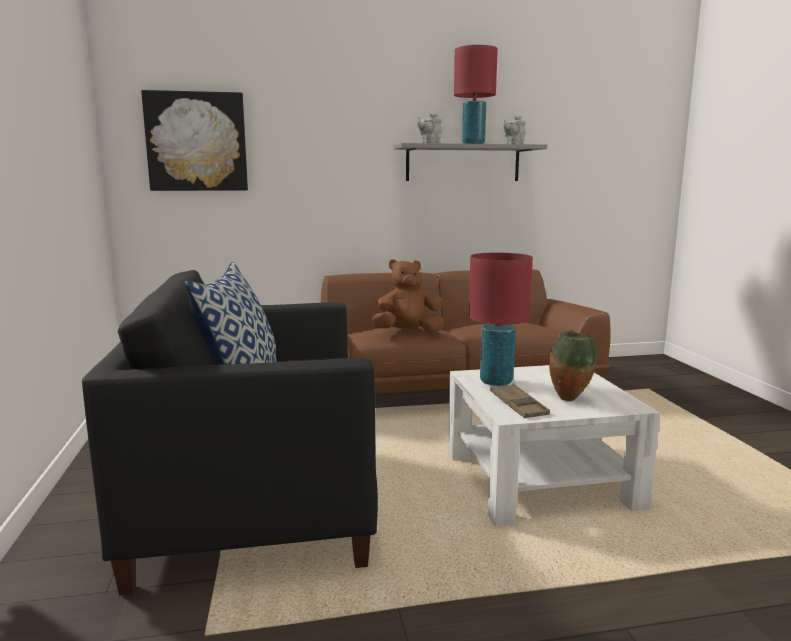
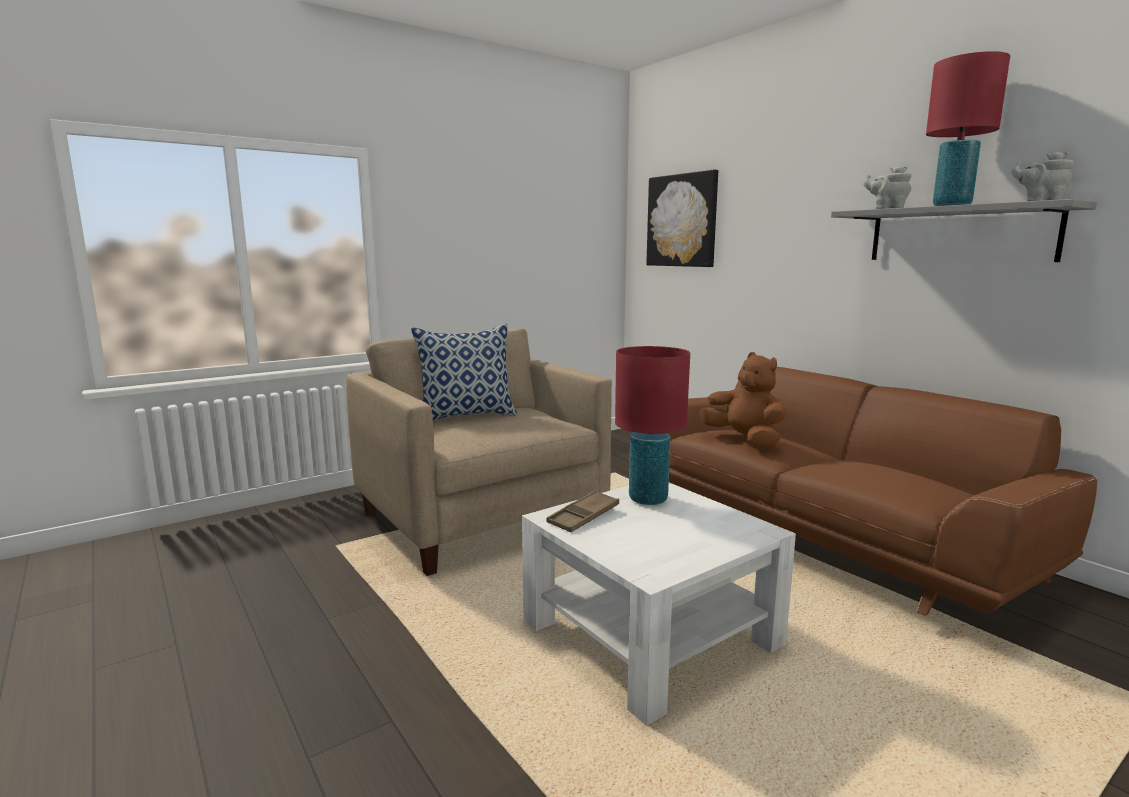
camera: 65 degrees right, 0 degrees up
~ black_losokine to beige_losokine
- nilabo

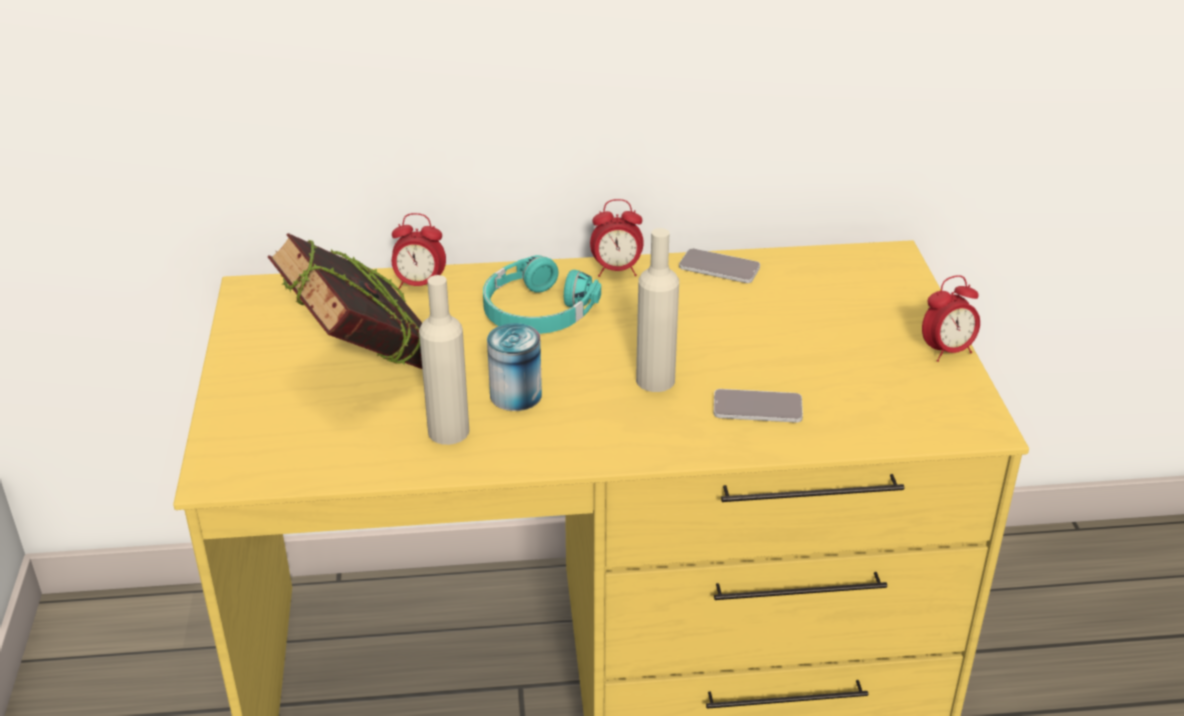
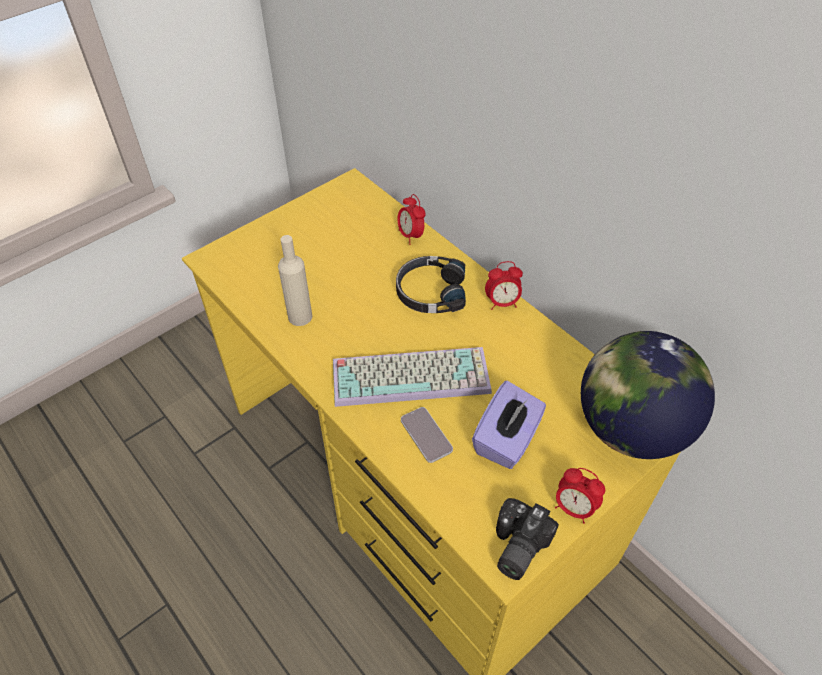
camera: 55 degrees right, 15 degrees up
~ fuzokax (2nd from left) 60 degrees counterclockwise
~ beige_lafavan (2nd from left) to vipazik
- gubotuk
- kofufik (1st from left)
~ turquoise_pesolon to black_pesolon
- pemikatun
+ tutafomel
+ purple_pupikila
+ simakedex

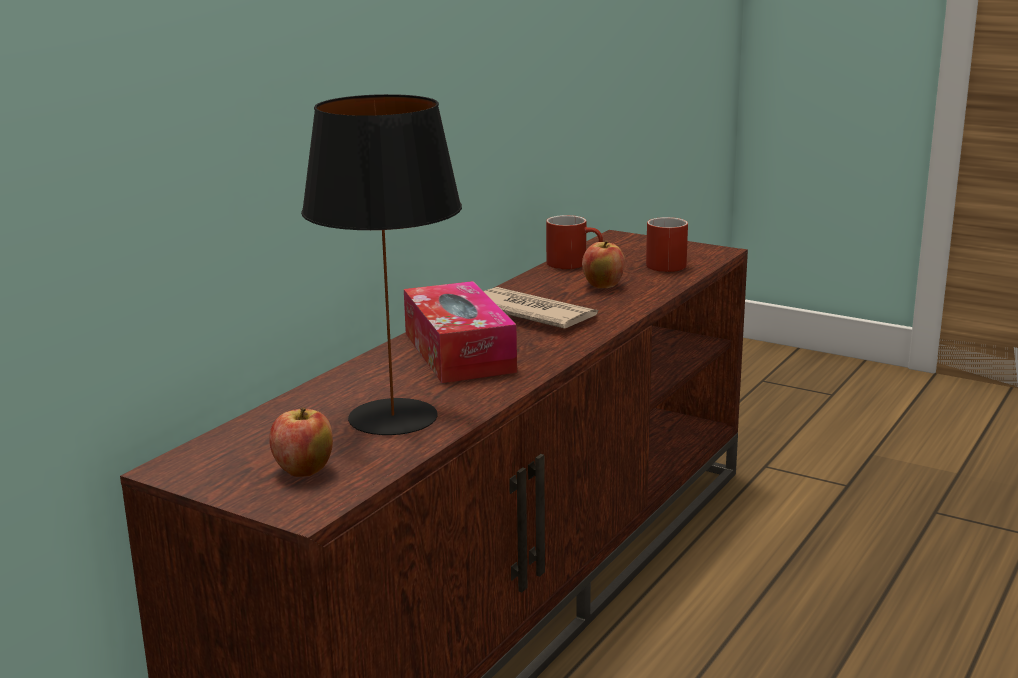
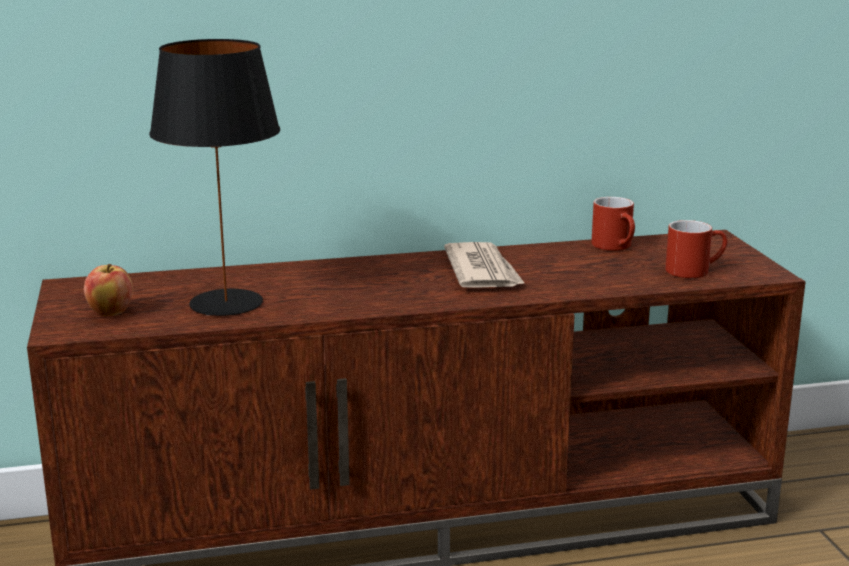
camera: 45 degrees right, 0 degrees up
- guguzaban (2nd from left)
- pupikila

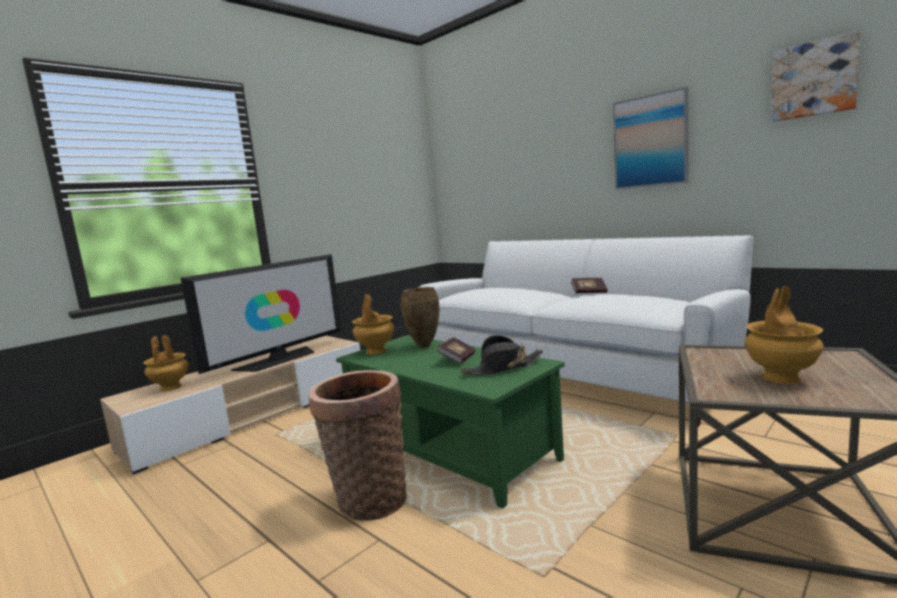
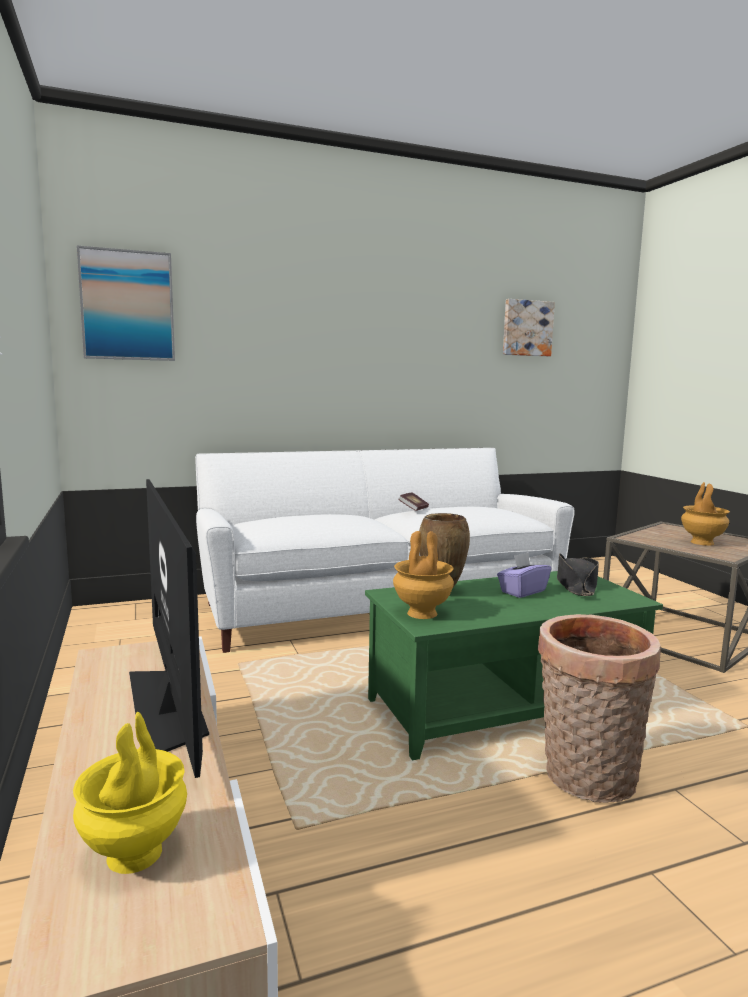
camera: 65 degrees left, 0 degrees up
~ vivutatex (1st from left)
~ brown_nilabo (1st from left) to yellow_nilabo
~ gubotuk (1st from left) to purple_pupikila

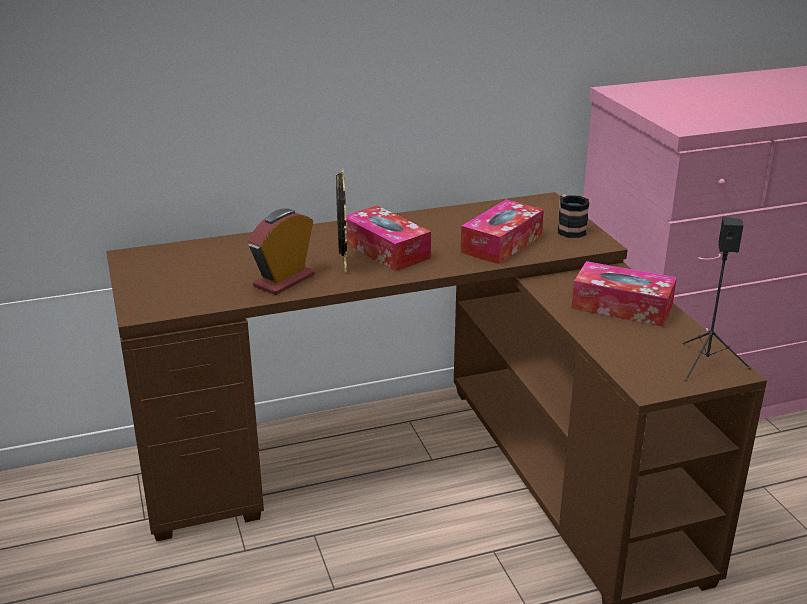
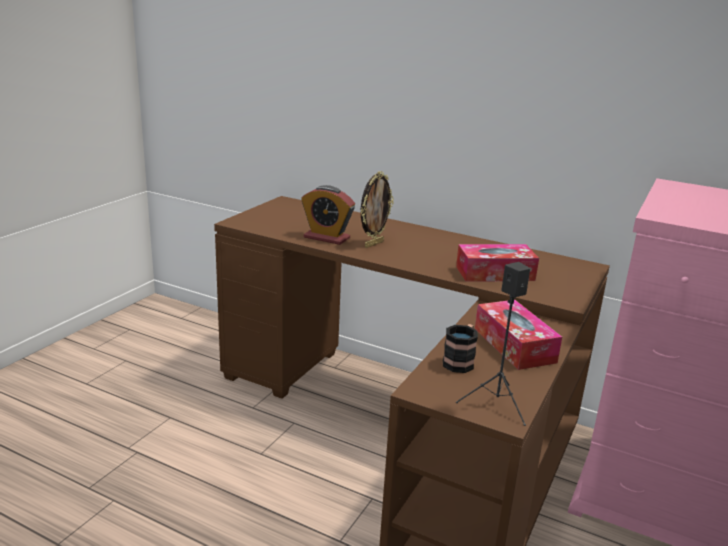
camera: 45 degrees right, 5 degrees down
~ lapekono
- pupikila (1st from left)
~ fuzokax 150 degrees counterclockwise

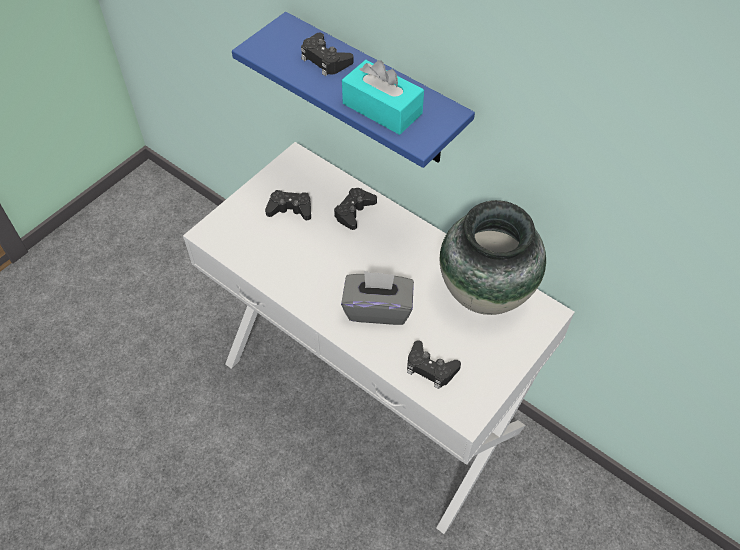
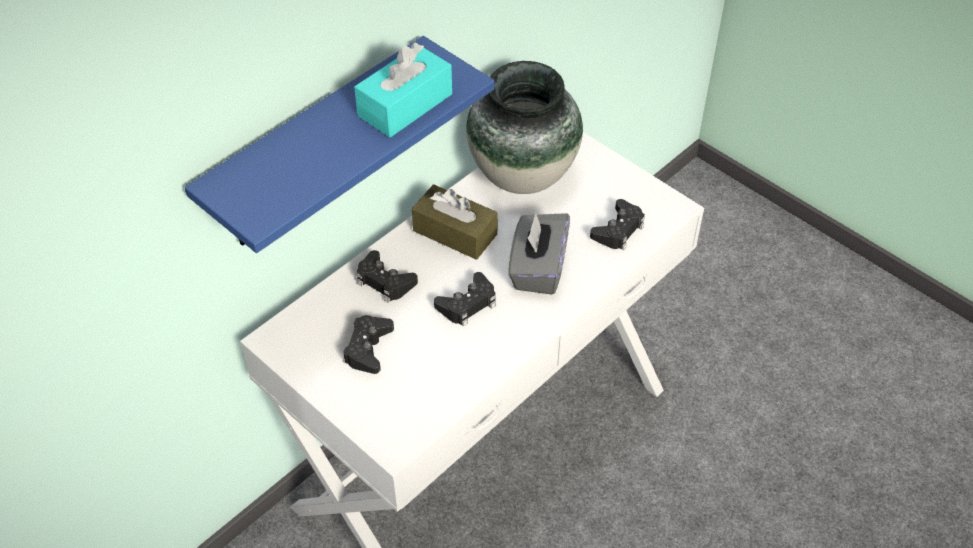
camera: 85 degrees left, 5 degrees down
~ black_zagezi (2nd from left in the first image) to black_zagezi (3rd from left)
+ brown_pupikila

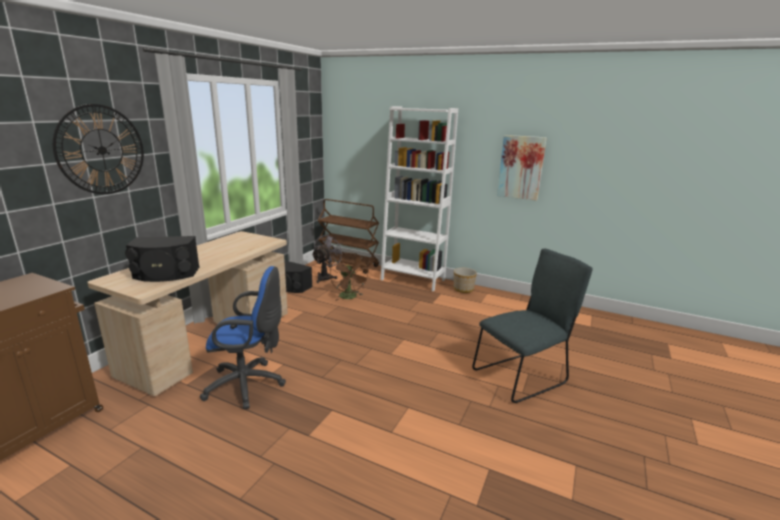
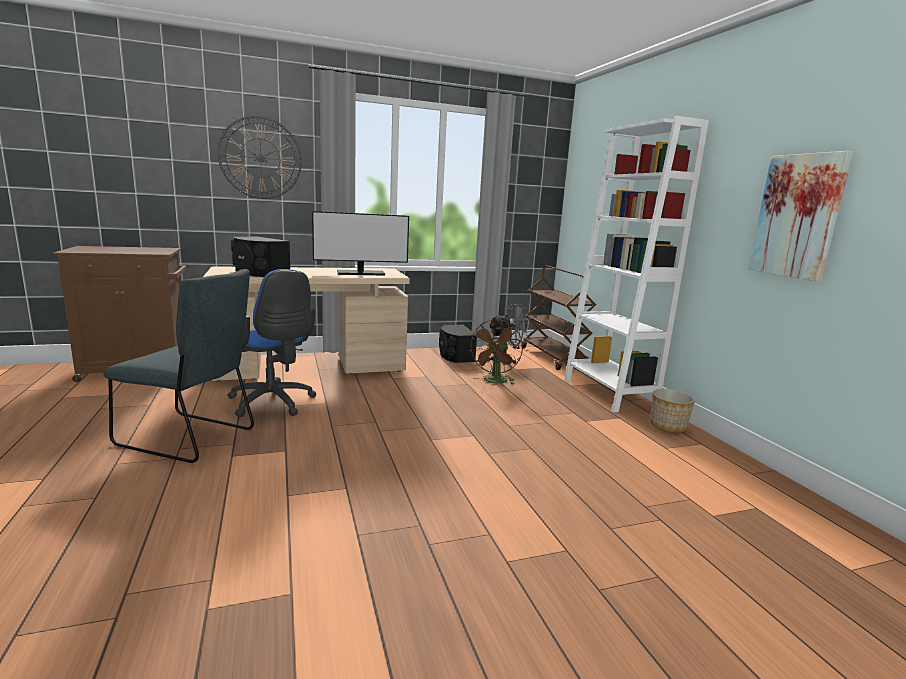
camera: 45 degrees right, 5 degrees down
~ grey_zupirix
+ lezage

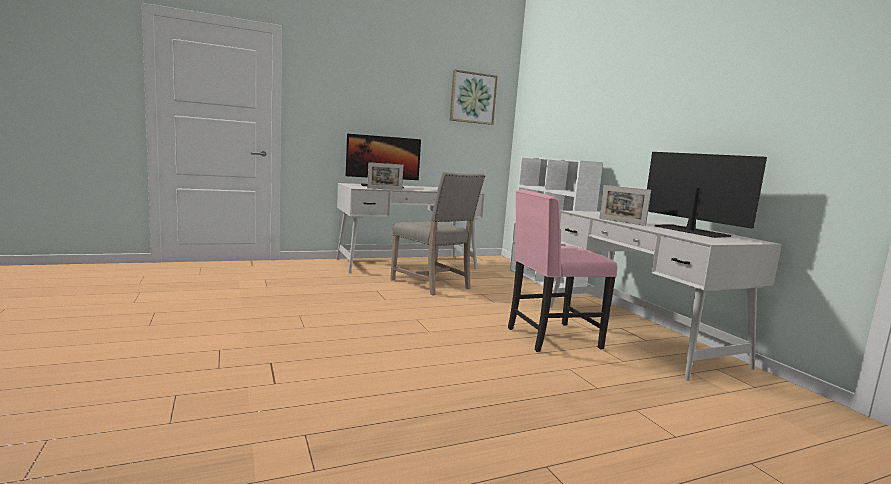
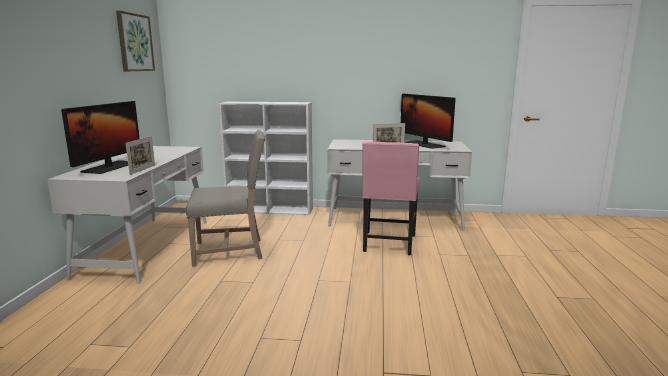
camera: 60 degrees left, 5 degrees up
~ lezage (2nd from left) 120 degrees counterclockwise

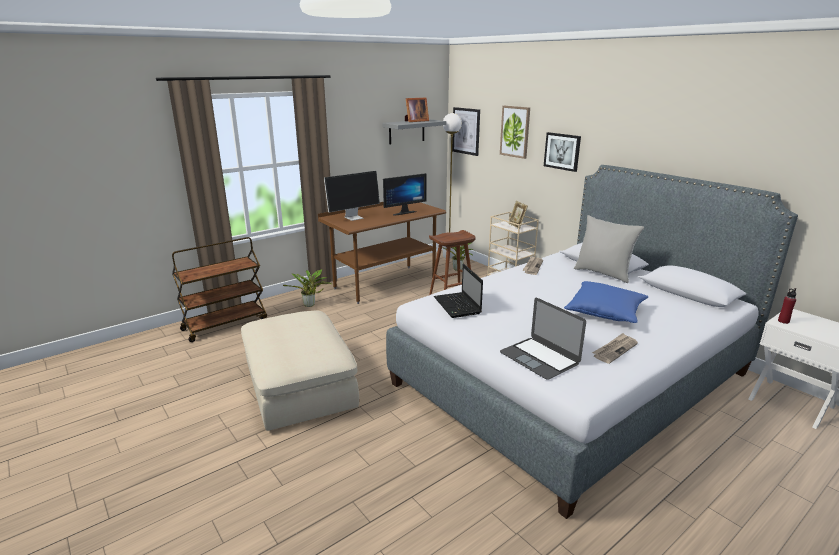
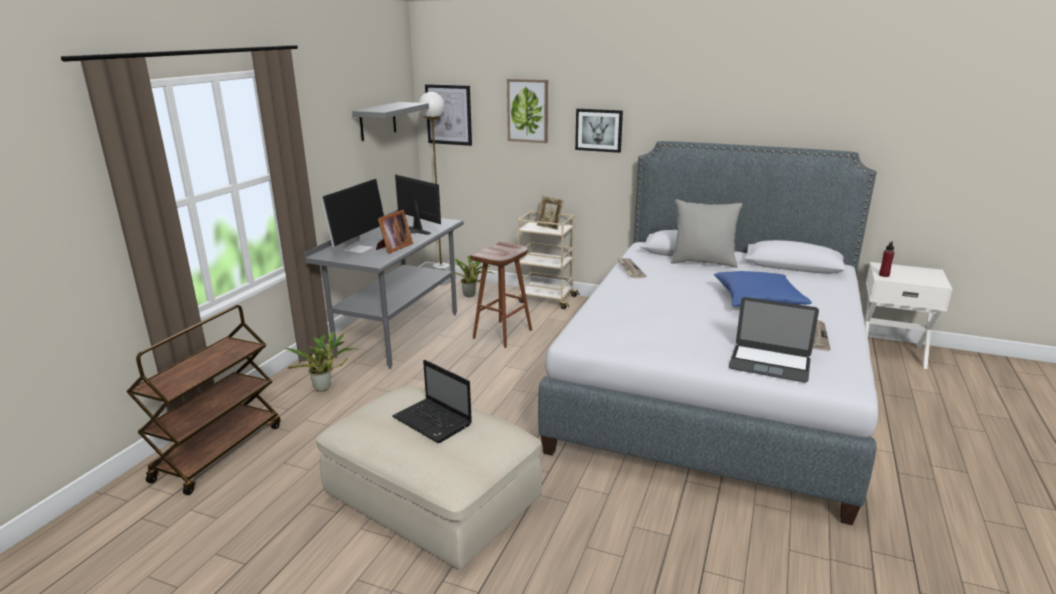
camera: 30 degrees left, 0 degrees up
~ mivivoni (1st from left)
~ lezage (2nd from left) 75 degrees counterclockwise
~ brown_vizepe to grey_vizepe
~ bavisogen (1st from left)

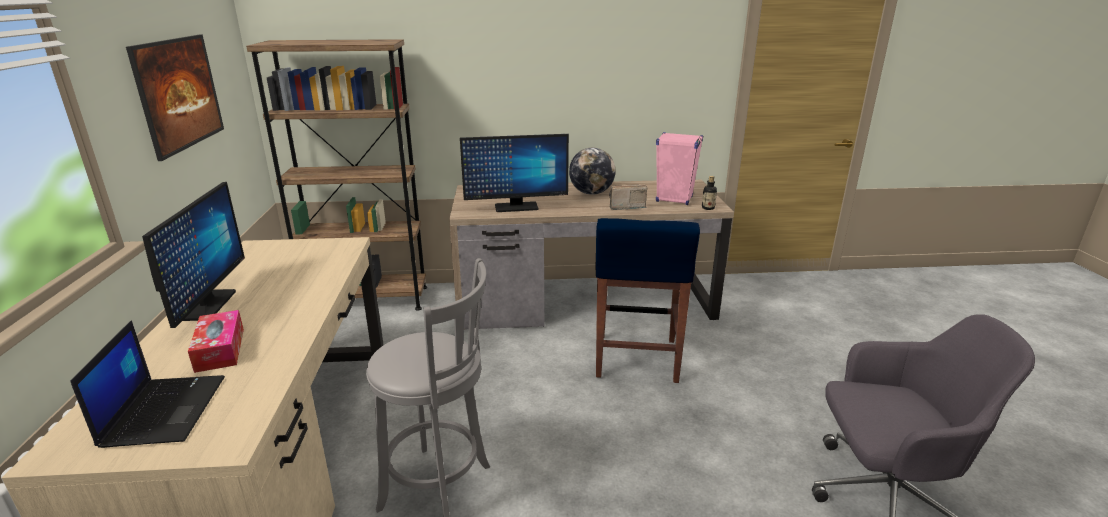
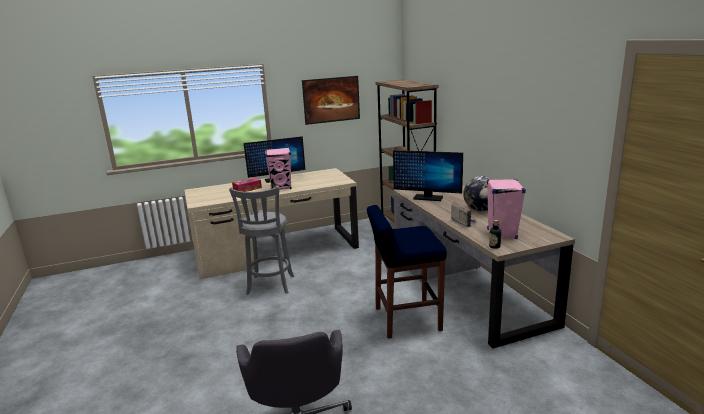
camera: 75 degrees right, 5 degrees down
~ lezage (2nd from left) 45 degrees counterclockwise
- bavisogen
+ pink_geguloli (1st from left)

